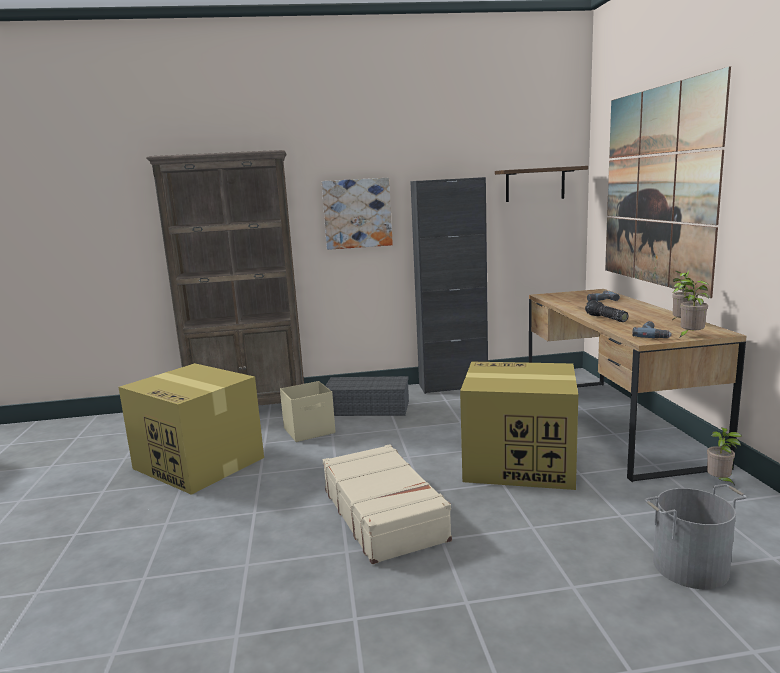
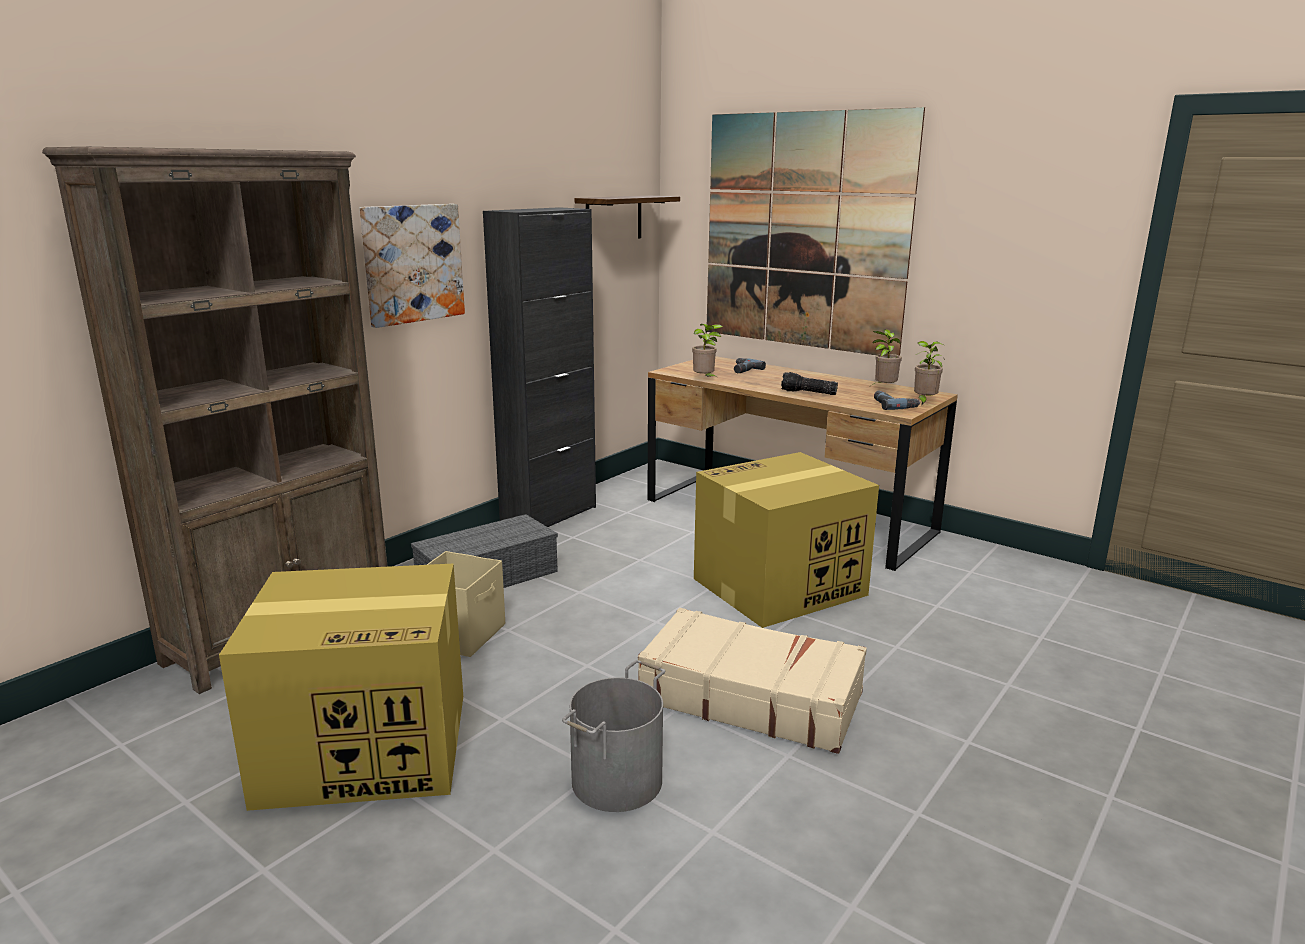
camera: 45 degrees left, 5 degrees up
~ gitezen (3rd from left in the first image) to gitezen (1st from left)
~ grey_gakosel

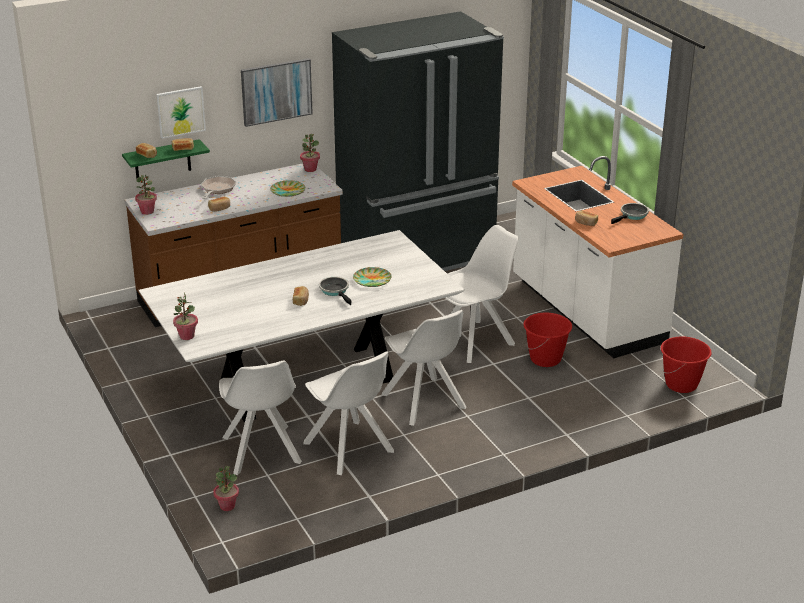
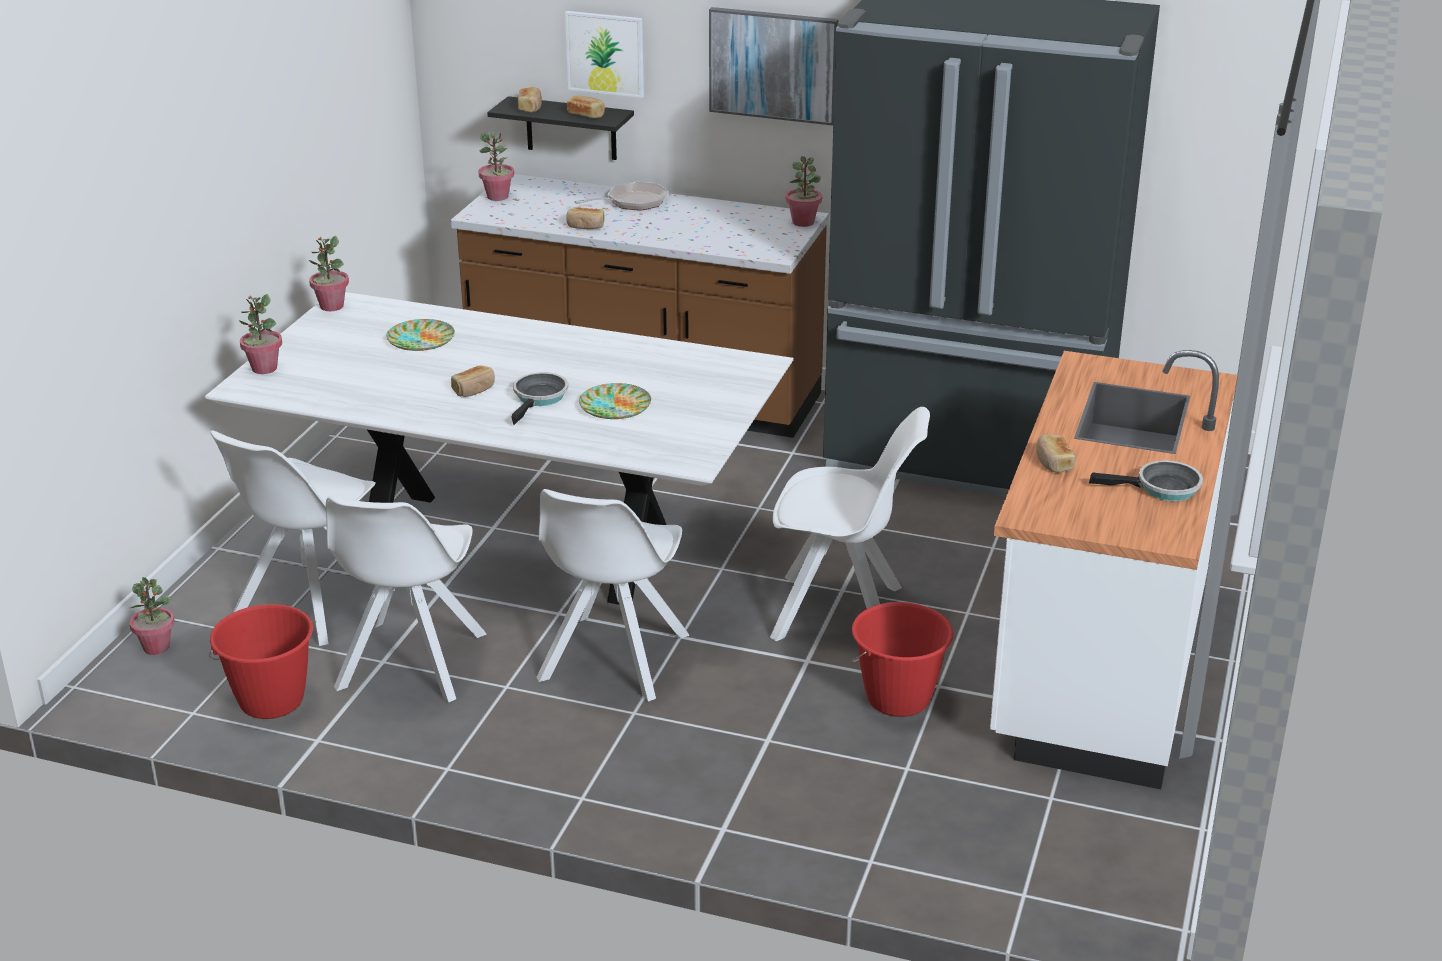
camera: 45 degrees right, 0 degrees up
~ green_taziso to black_taziso
~ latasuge (1st from left)
~ red_gakosel (2nd from left in the first image) to red_gakosel (1st from left)
+ gitezen (3rd from left)

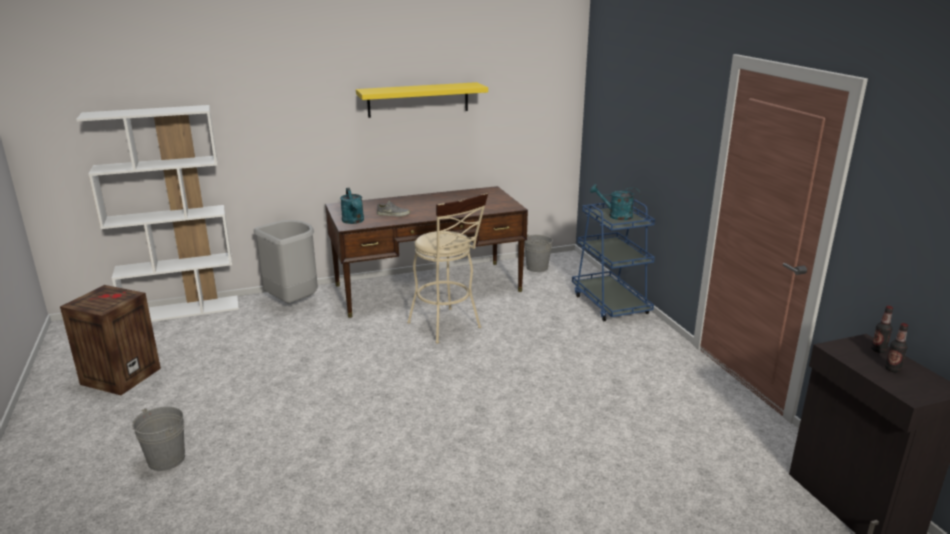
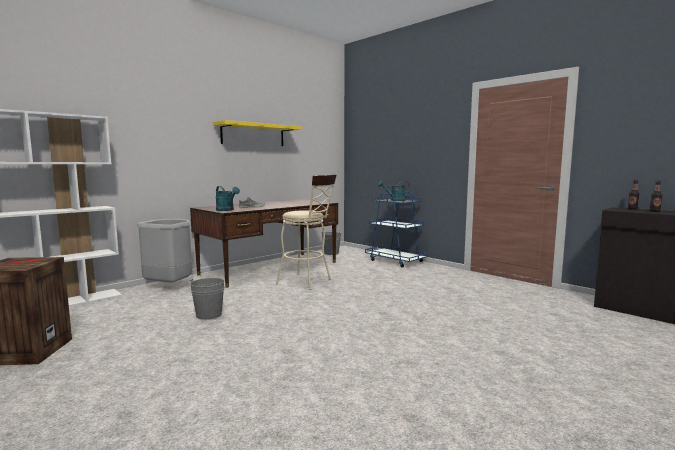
camera: 25 degrees left, 15 degrees down
~ grey_gakosel (1st from left)

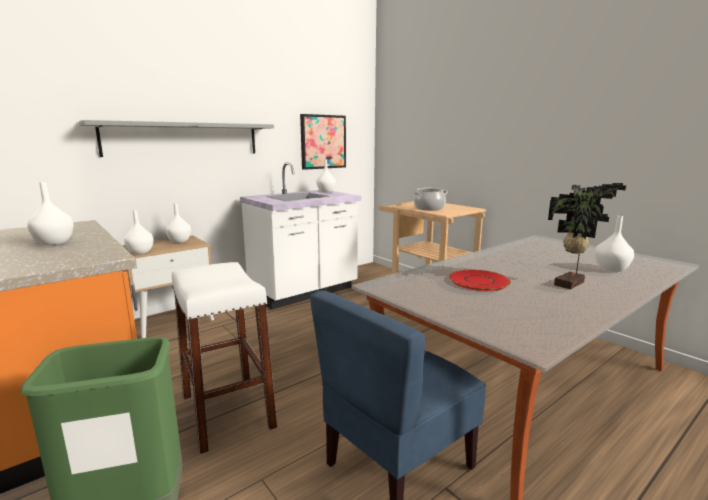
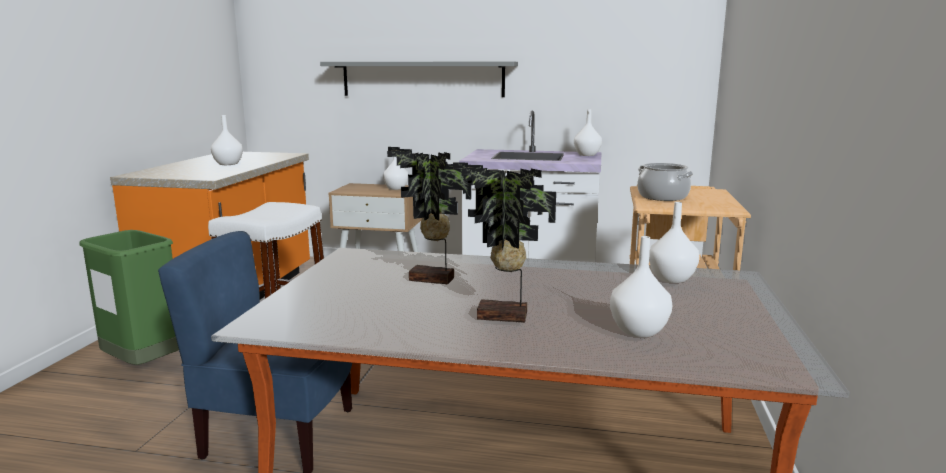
camera: 50 degrees right, 0 degrees up
- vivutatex
~ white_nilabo (2nd from left in the first image) to white_nilabo (5th from left)
~ red_latasuge to gitezen (1st from left)

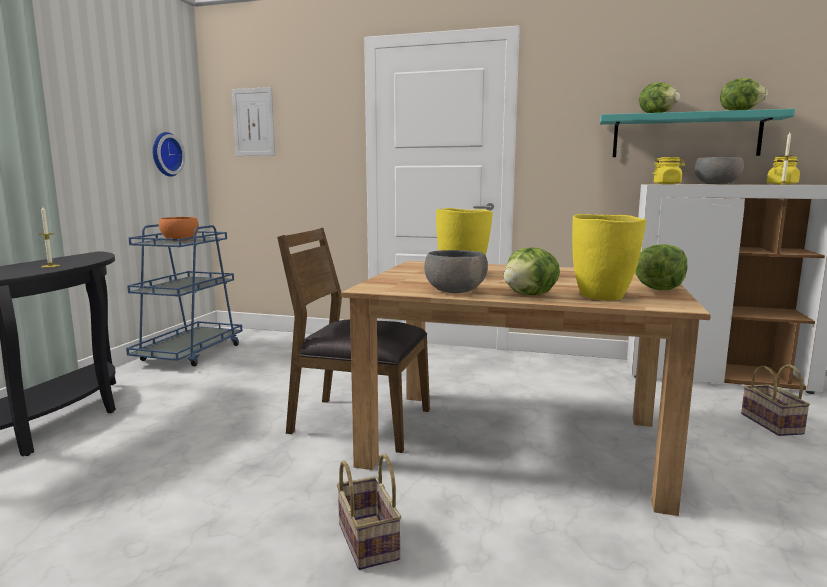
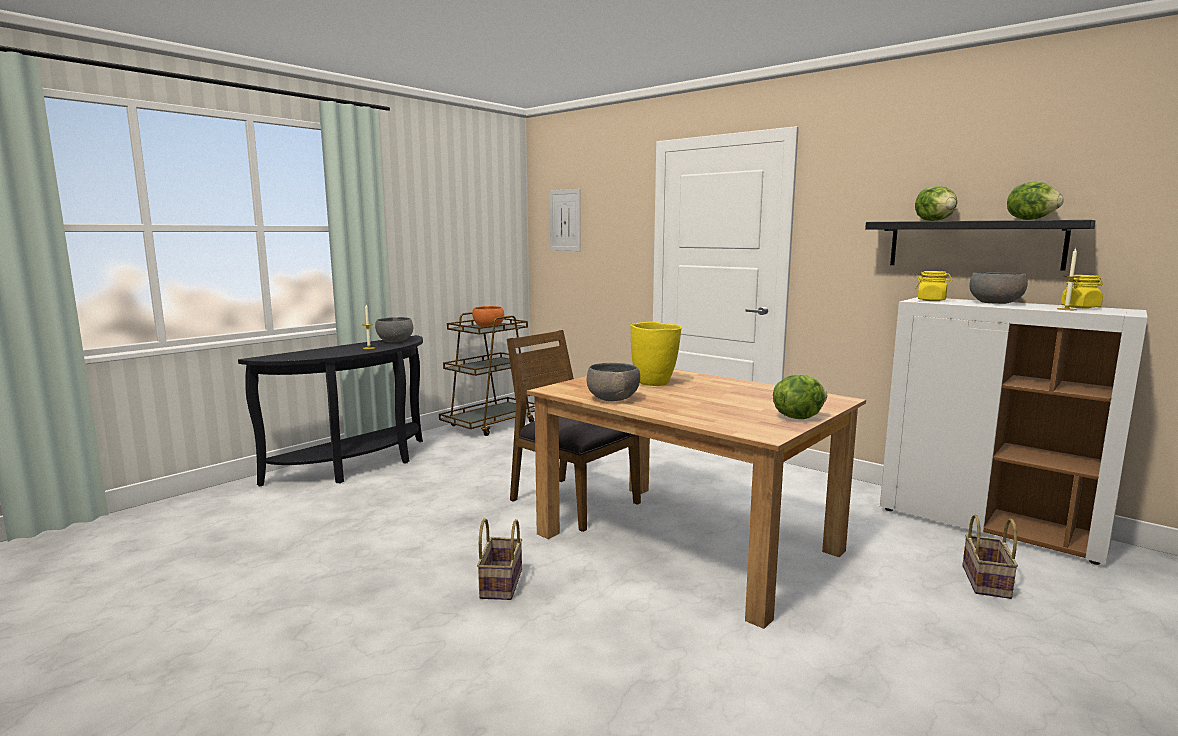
camera: 25 degrees right, 0 degrees up
~ turquoise_taziso to black_taziso
- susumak
- yellow_nilabo (2nd from left)
~ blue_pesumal to brown_pesumal
- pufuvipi (1st from left)
+ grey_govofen (1st from left)

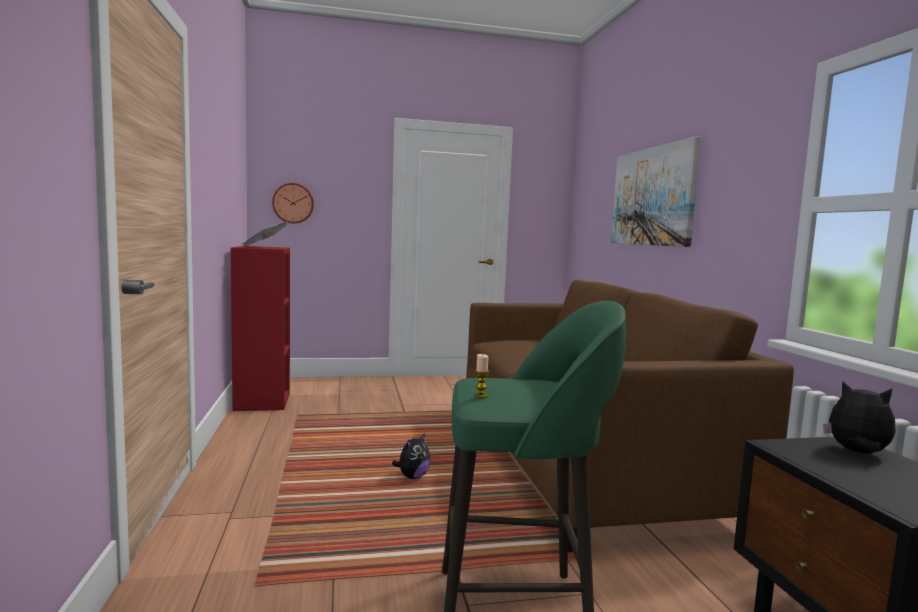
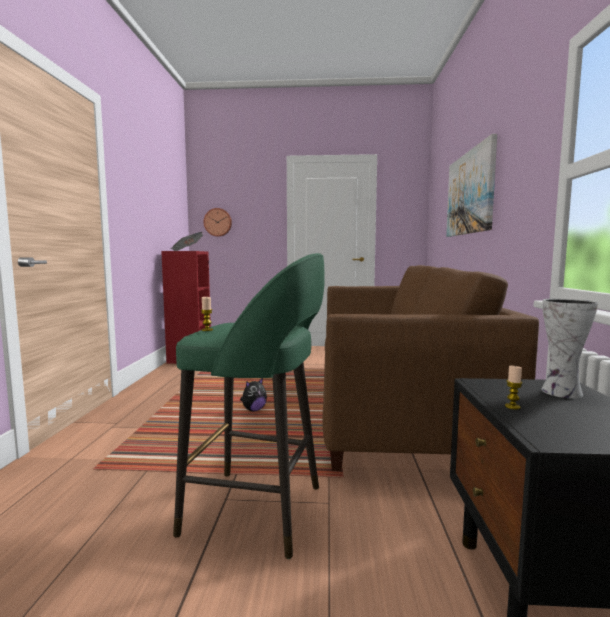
camera: 15 degrees right, 0 degrees up
~ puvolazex (2nd from left) to nilabo
+ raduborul (2nd from left)

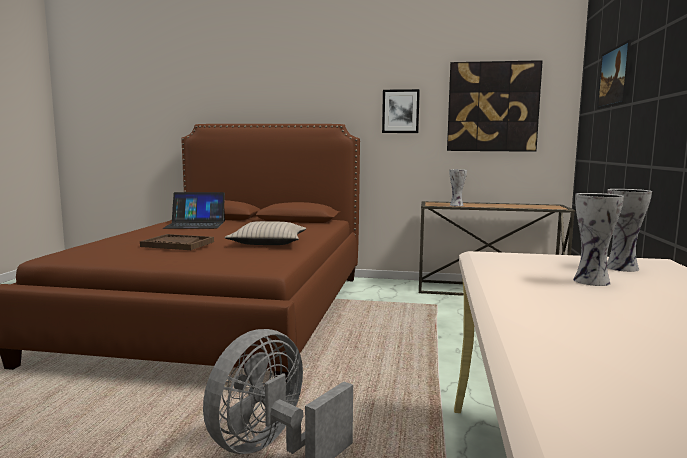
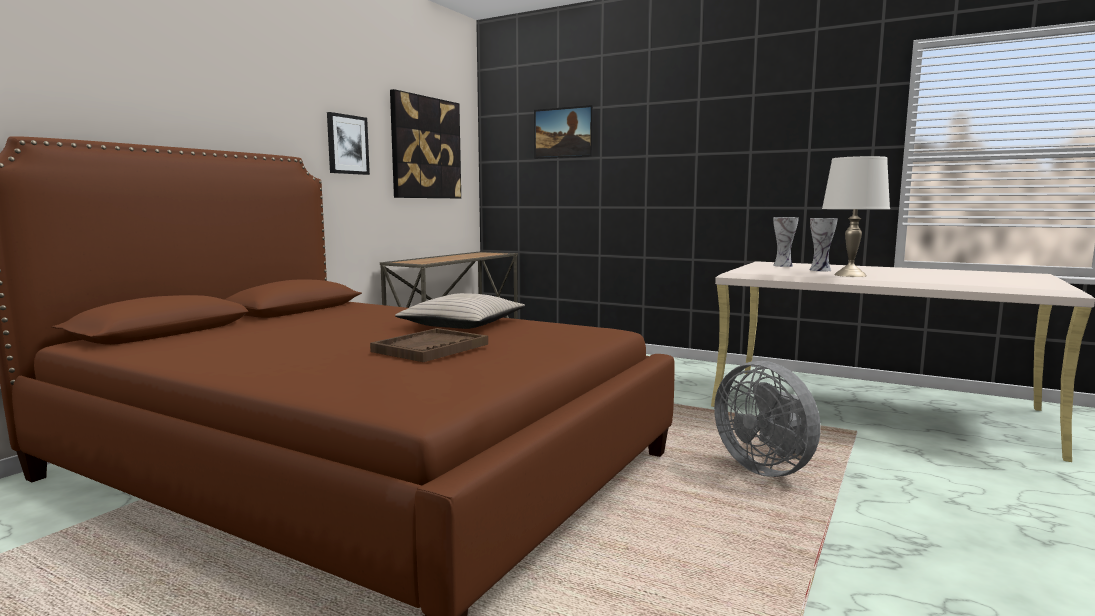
camera: 70 degrees left, 0 degrees up
- nilabo (1st from left)
- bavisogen
+ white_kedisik

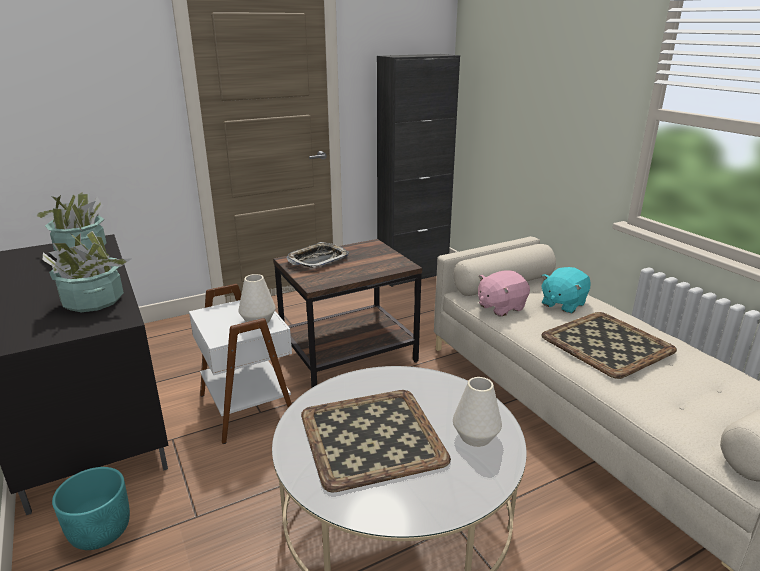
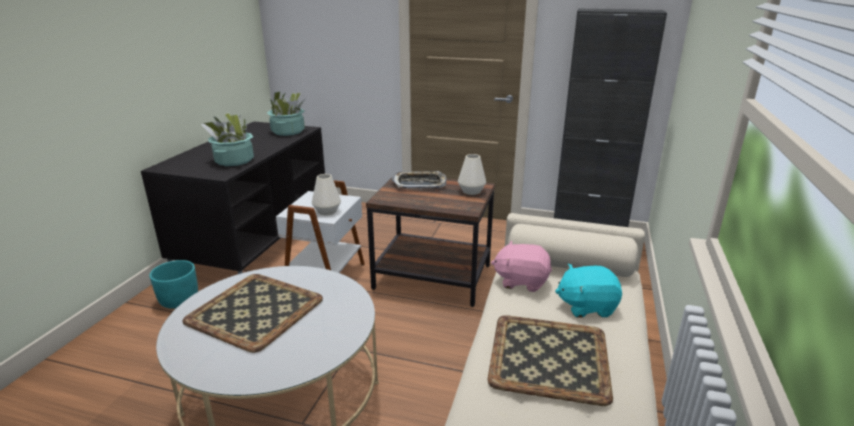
camera: 45 degrees right, 0 degrees up
~ white_nilabo (2nd from left)

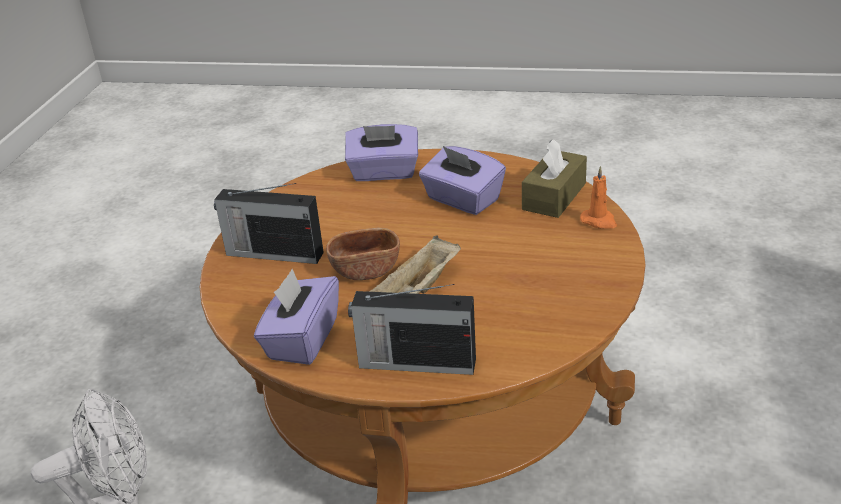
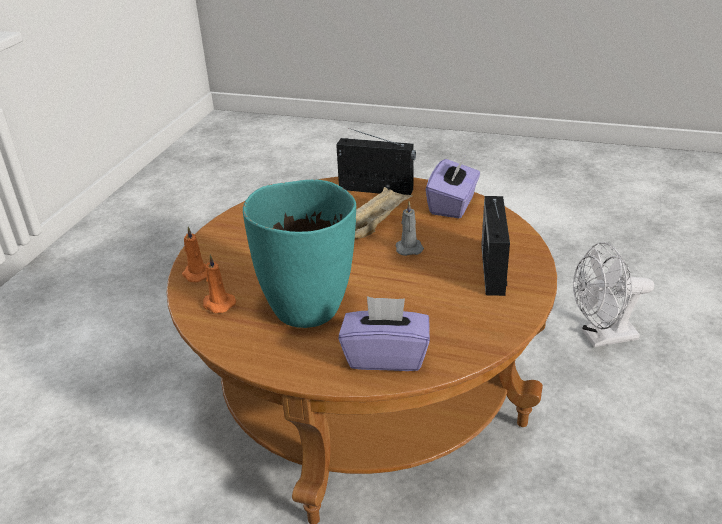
camera: 175 degrees left, 0 degrees up
~ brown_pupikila to orange_raduborul (2nd from left)
~ purple_pupikila (3rd from left) to turquoise_nilabo
~ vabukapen (1st from left in the first image) 105 degrees counterclockwise
~ brown_govofen to grey_raduborul

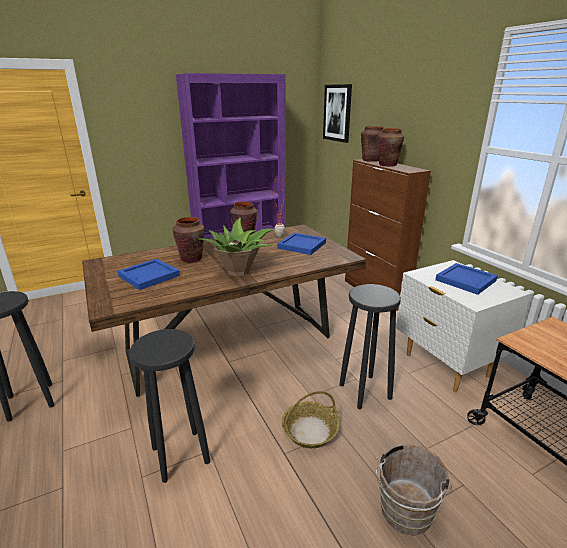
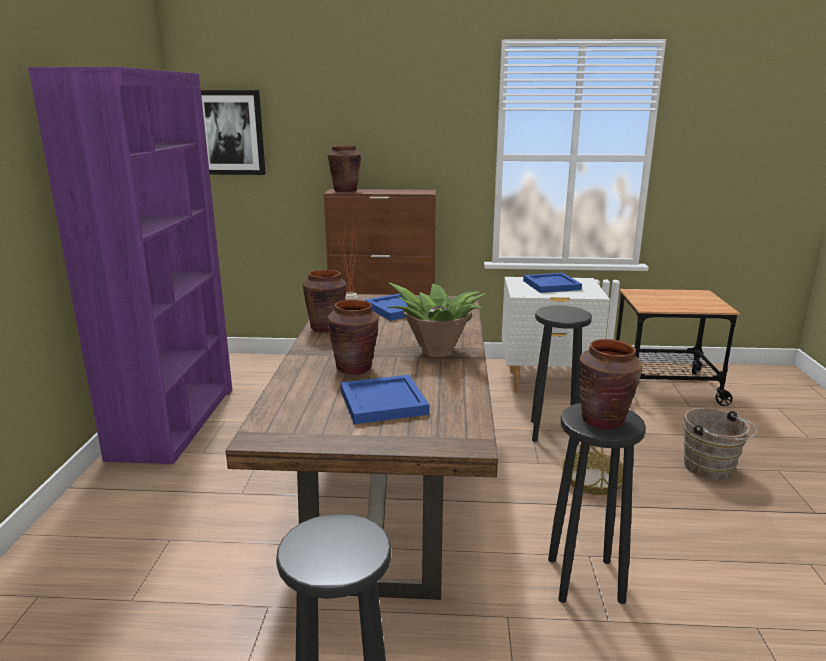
camera: 60 degrees left, 5 degrees down
~ brown_nilabo (4th from left)

